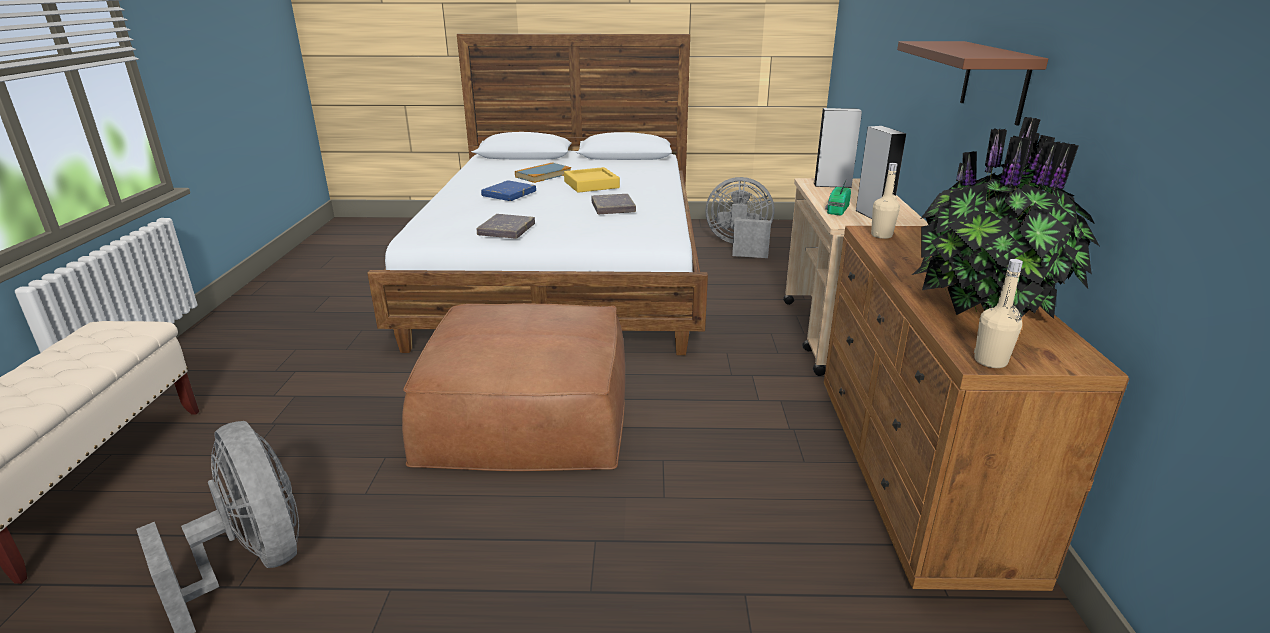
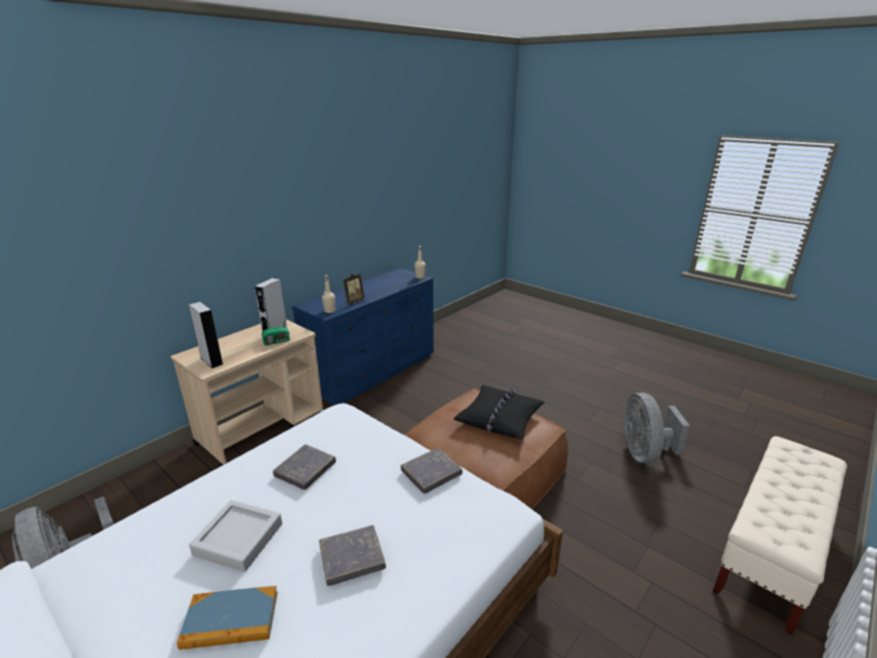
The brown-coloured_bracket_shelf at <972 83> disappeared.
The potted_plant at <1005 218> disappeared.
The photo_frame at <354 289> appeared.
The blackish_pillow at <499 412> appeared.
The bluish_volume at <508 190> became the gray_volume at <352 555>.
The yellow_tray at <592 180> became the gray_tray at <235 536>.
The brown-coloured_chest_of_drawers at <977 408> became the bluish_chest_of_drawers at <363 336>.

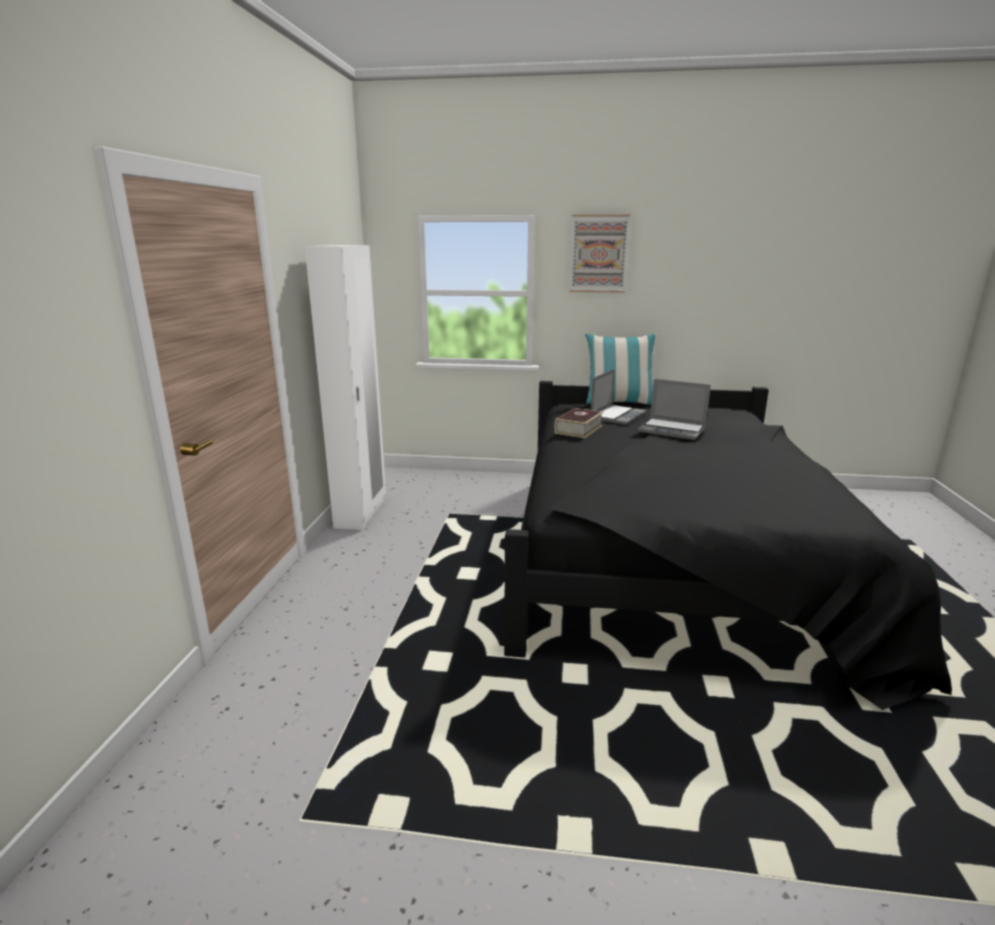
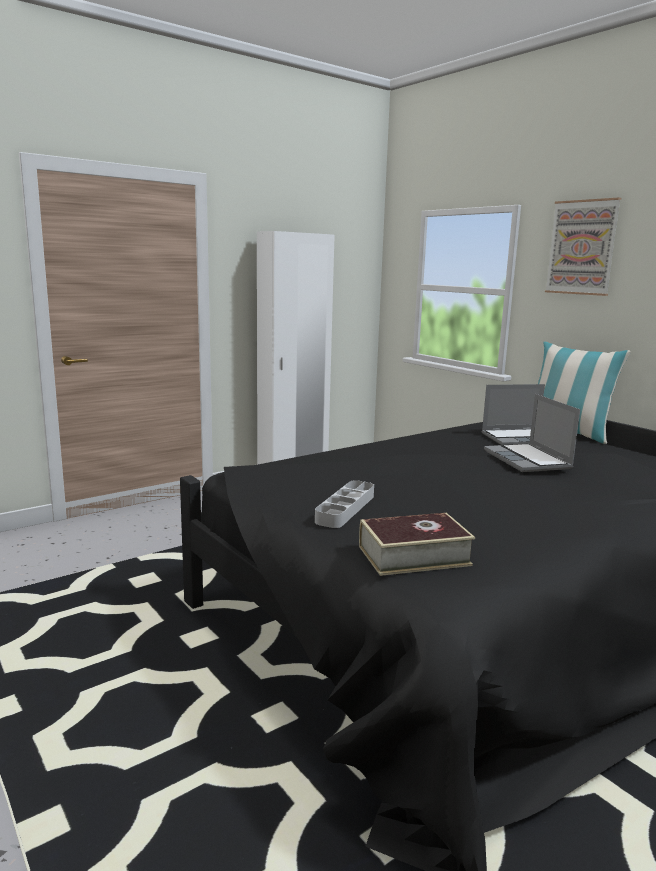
The gray_tray at <344 504> appeared.
The volume moved from <579 423> to <417 544>.

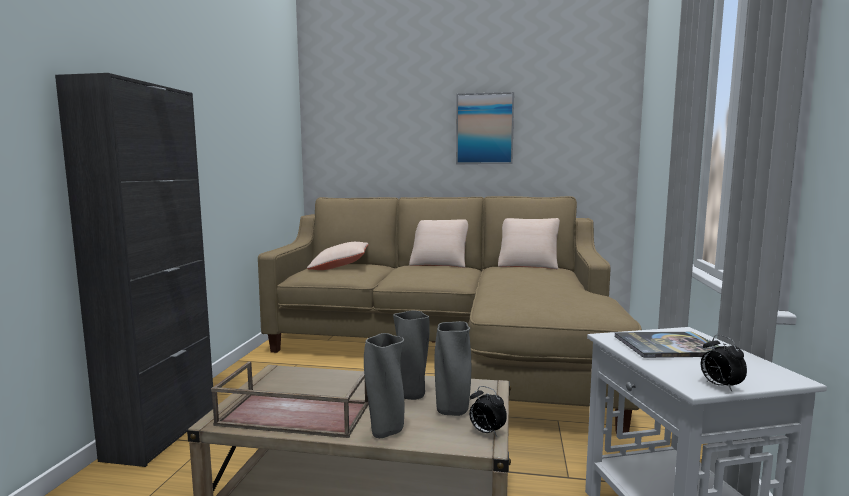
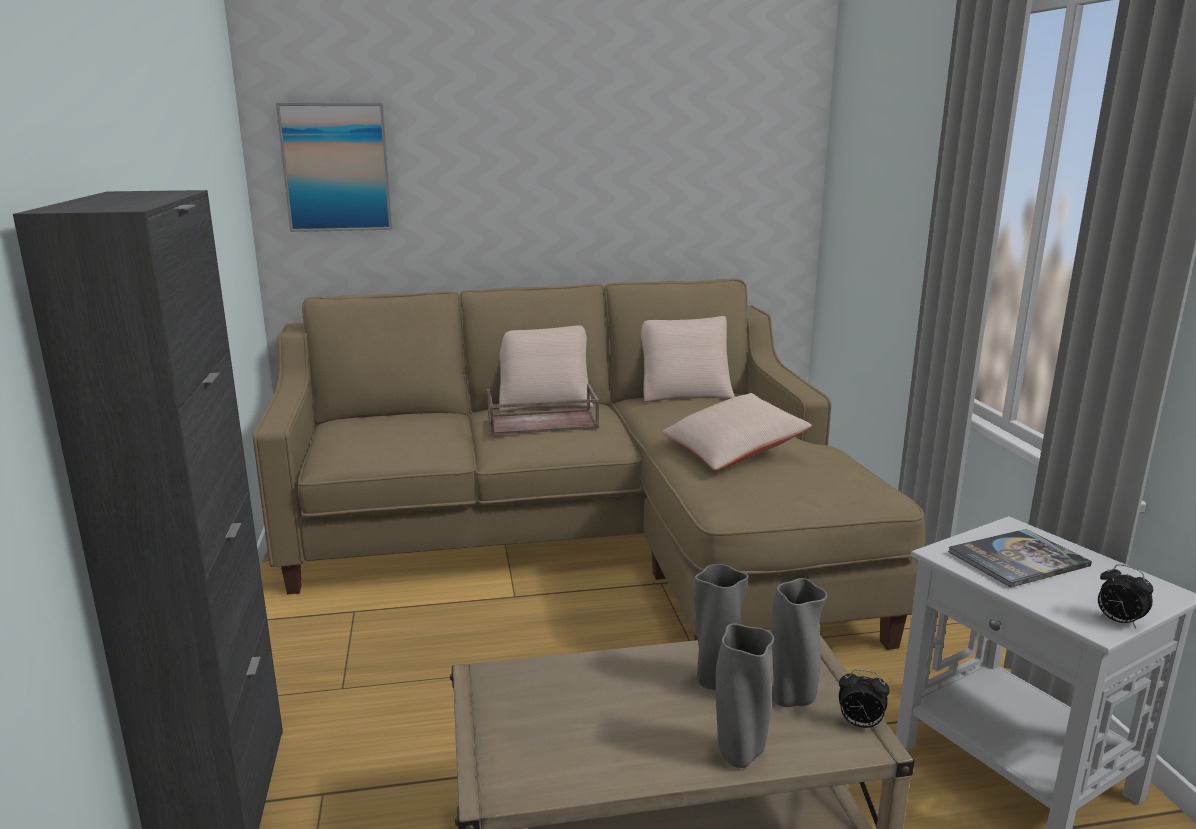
The brown-coloured_tray moved from <290 400> to <543 409>.
The sand-coloured_pillow moved from <337 256> to <737 432>.
The wall_art moved from <485 128> to <334 167>.

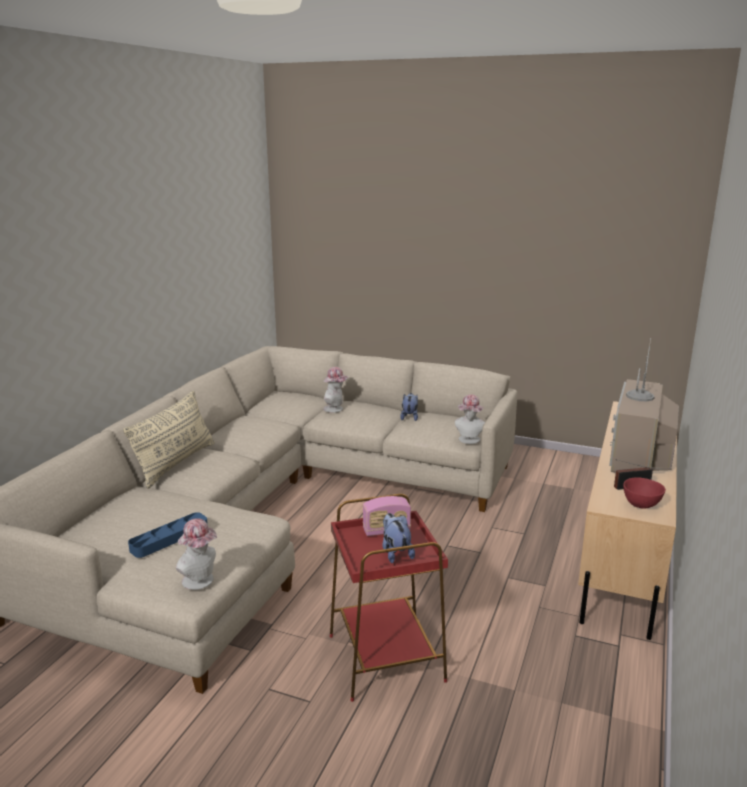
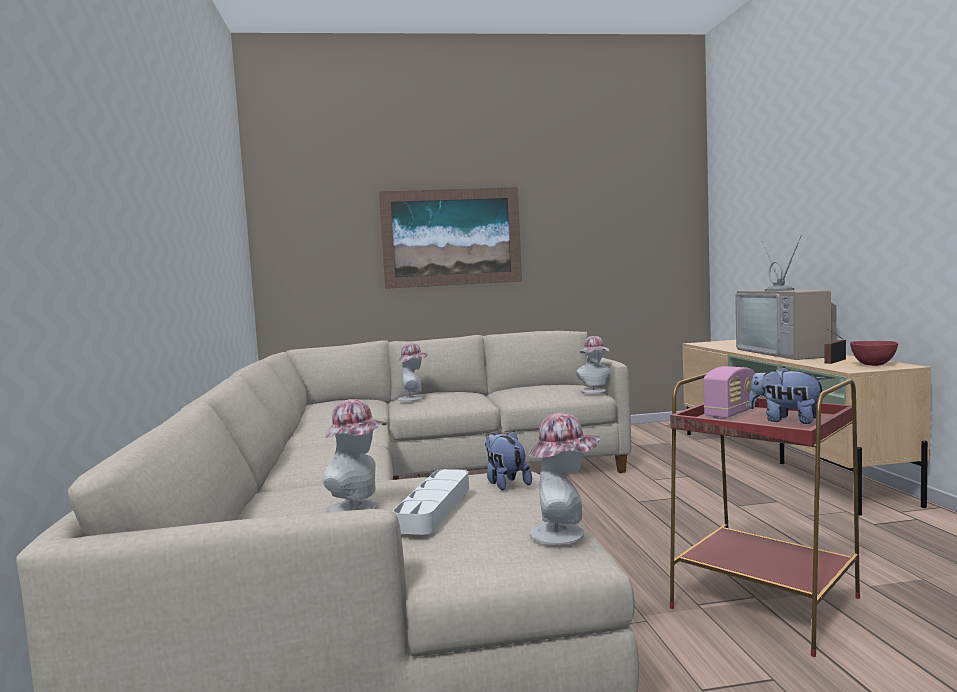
The sand-coloured_pillow at <169 439> disappeared.
The hat at <355 455> appeared.
The wall_art at <450 238> appeared.
The soft_toy moved from <409 407> to <508 460>.
The bluish_tray at <168 535> became the white_tray at <431 502>.

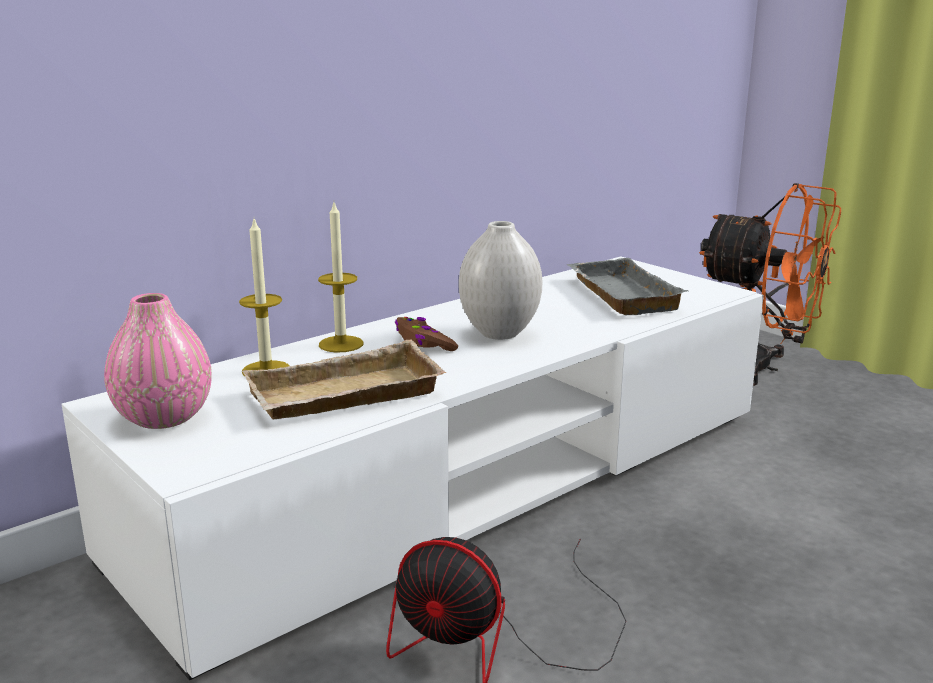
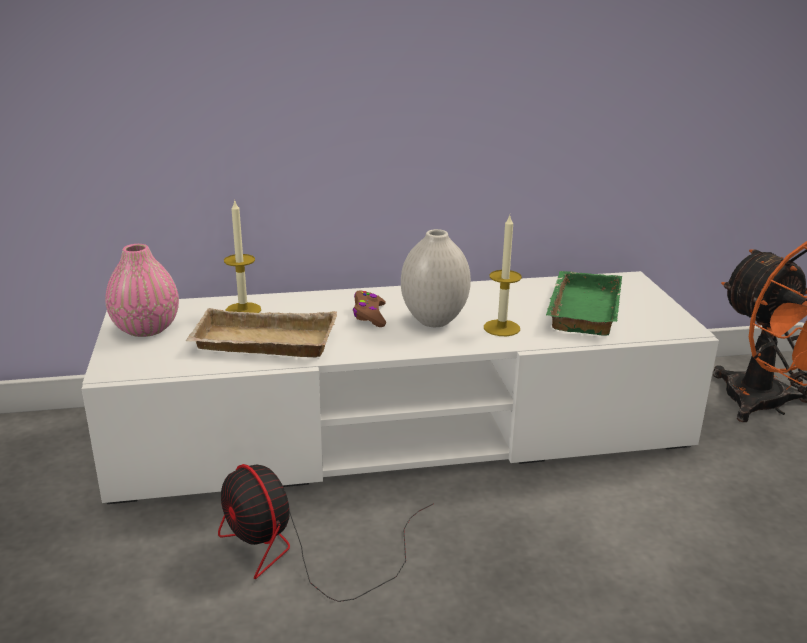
The wax_light moved from <340 277> to <503 276>.
The gray_tray at <627 286> became the green_tray at <584 303>.

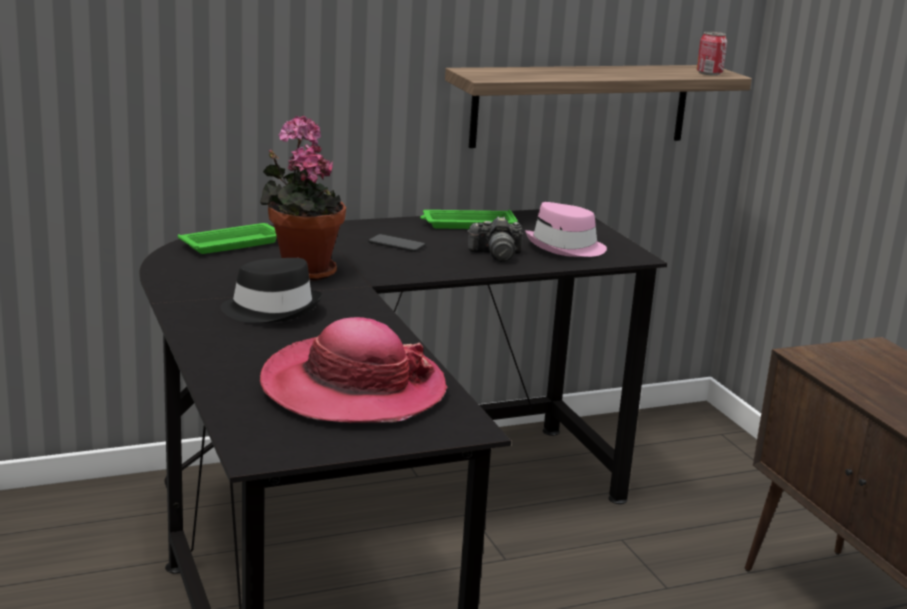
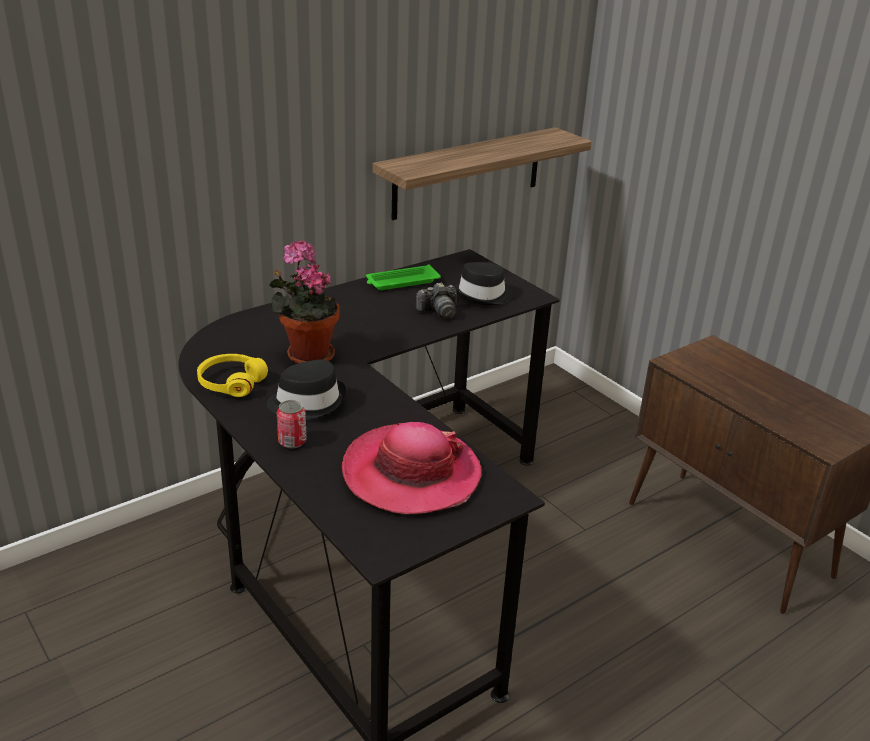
The green_tray at <227 238> disappeared.
The handset at <397 243> disappeared.
The yellow_headset at <232 375> appeared.
The metal_can moved from <712 54> to <292 424>.
The pink_hat at <566 229> became the blackish_hat at <483 283>.

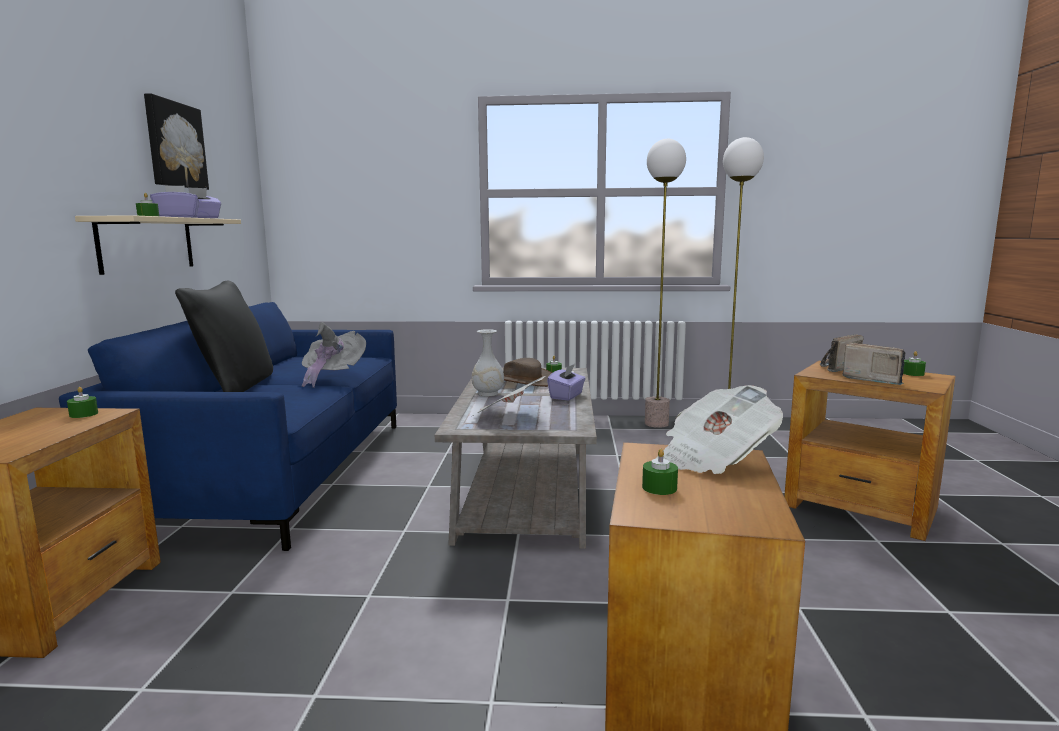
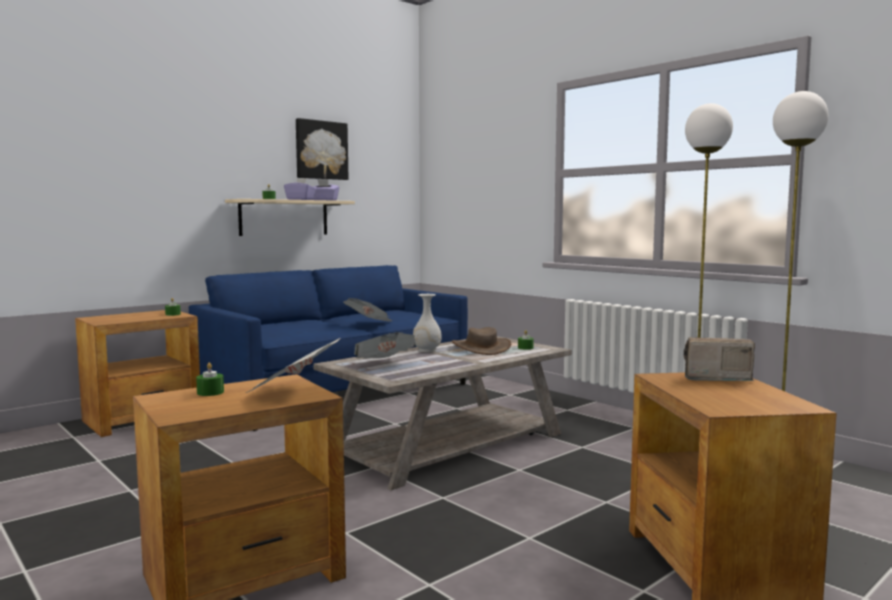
The blackish_pillow at <224 336> disappeared.
The purplish_box_of_tissues at <566 382> disappeared.
The radio at <873 363> disappeared.
The green_wax_light at <914 363> disappeared.
The gray_hat at <334 355> was replaced by the printed_paper at <368 309>.

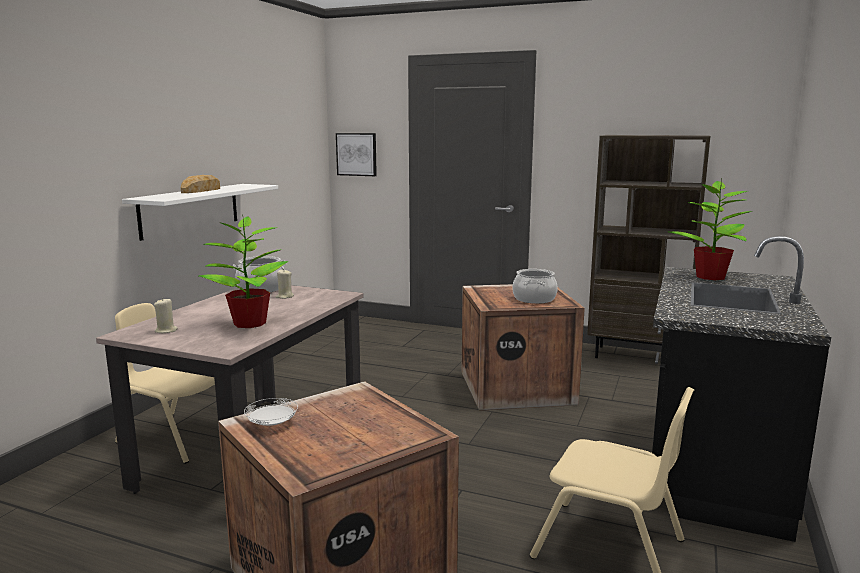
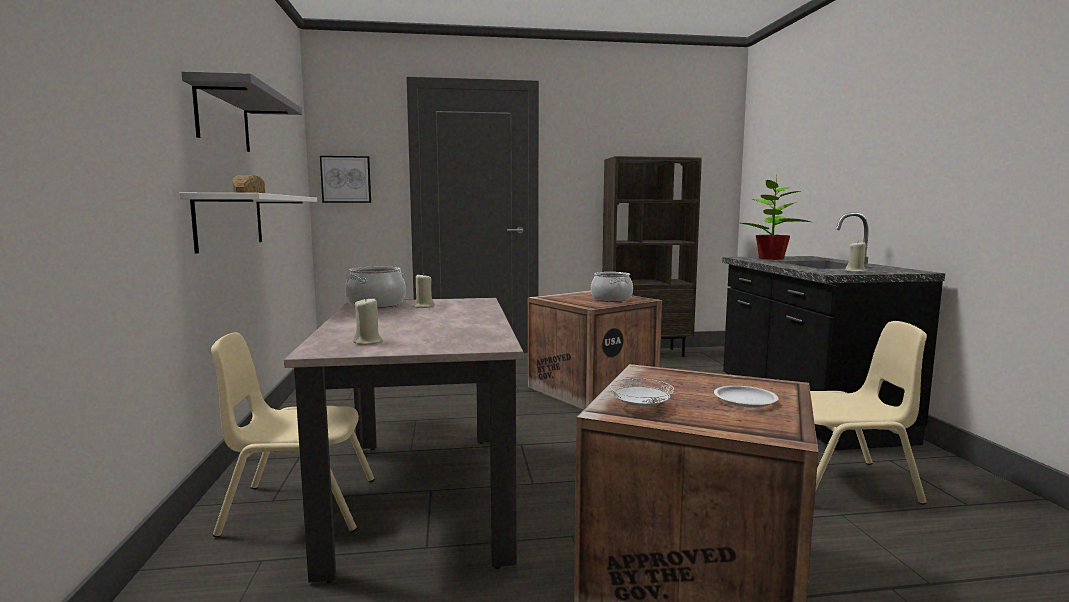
The potted_plant at <243 271> disappeared.
The gray_bracket_shelf at <241 111> appeared.
The white_flat_dish at <746 396> appeared.
The sand-coloured_wax_light at <856 257> appeared.

